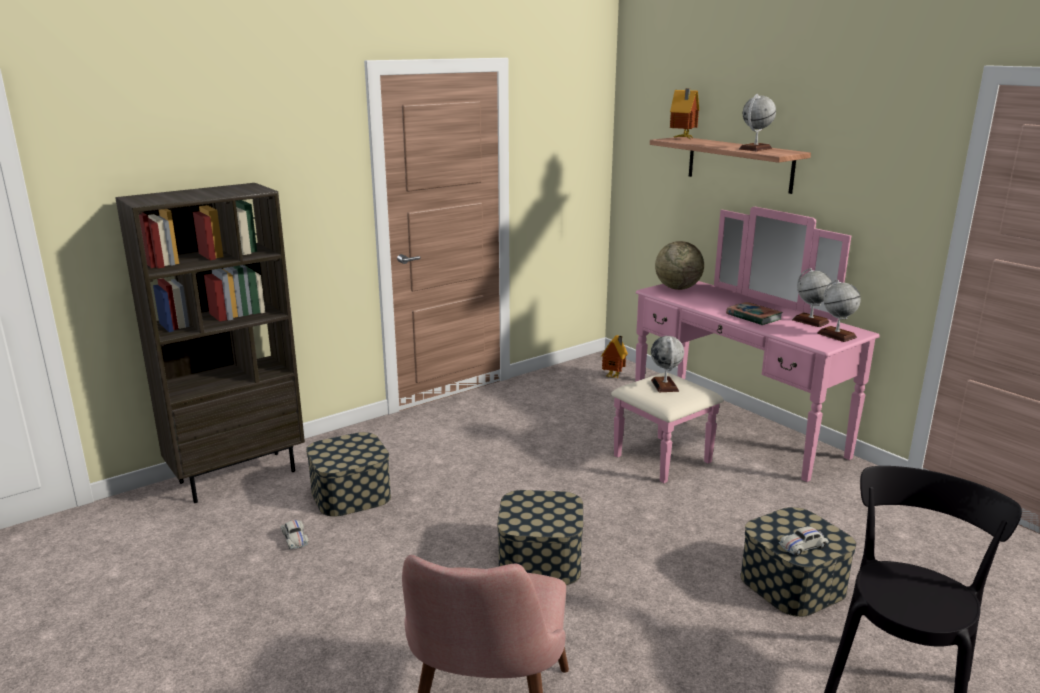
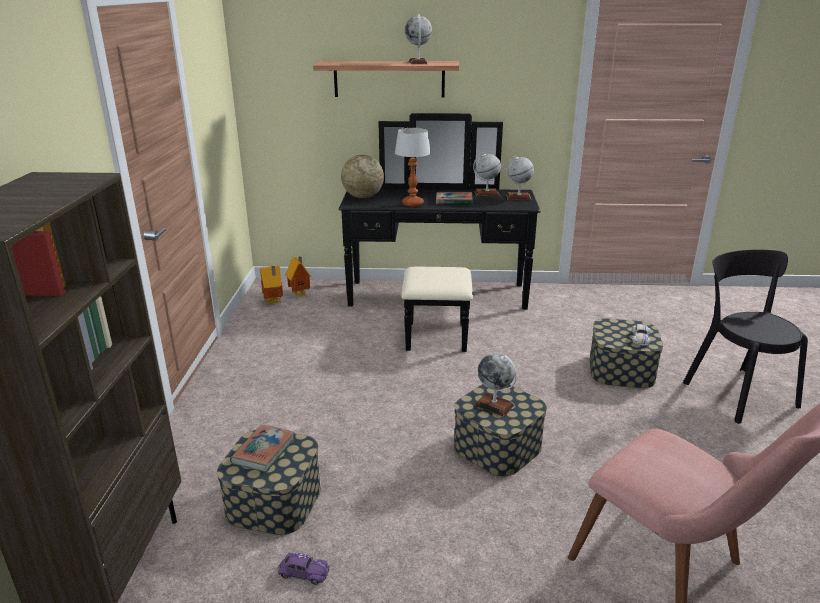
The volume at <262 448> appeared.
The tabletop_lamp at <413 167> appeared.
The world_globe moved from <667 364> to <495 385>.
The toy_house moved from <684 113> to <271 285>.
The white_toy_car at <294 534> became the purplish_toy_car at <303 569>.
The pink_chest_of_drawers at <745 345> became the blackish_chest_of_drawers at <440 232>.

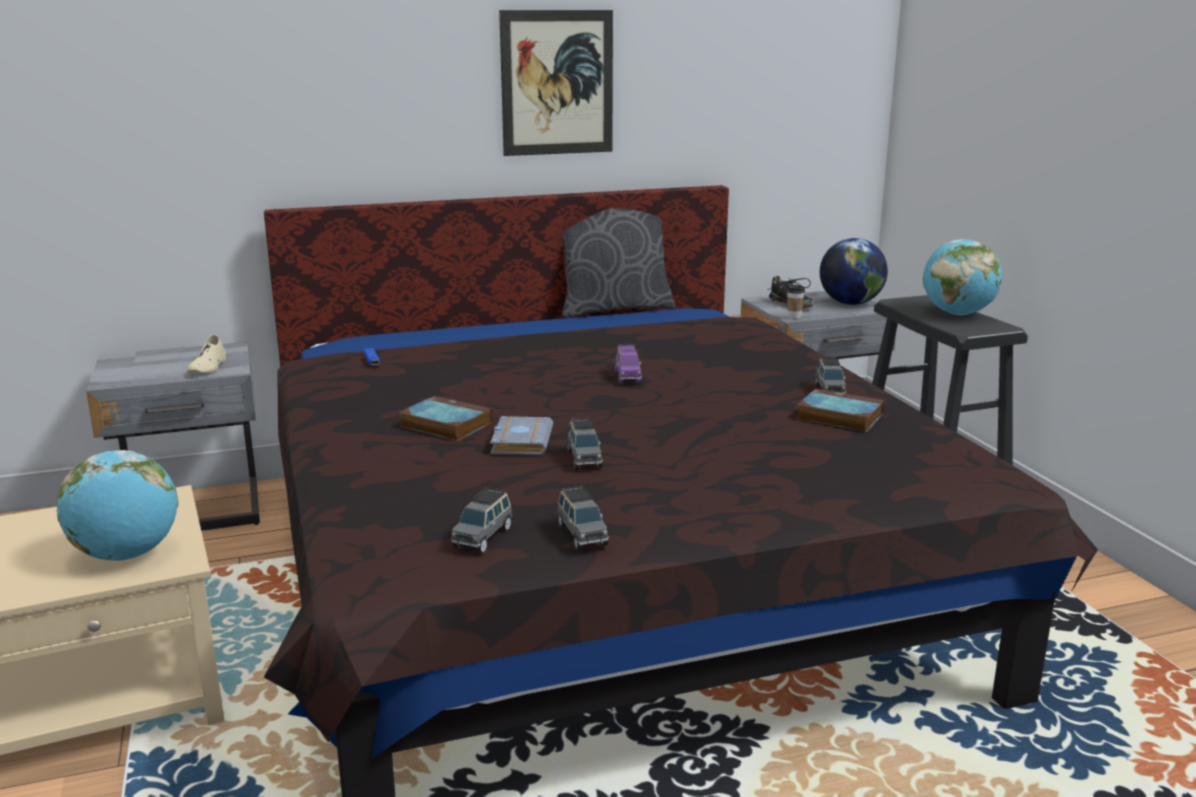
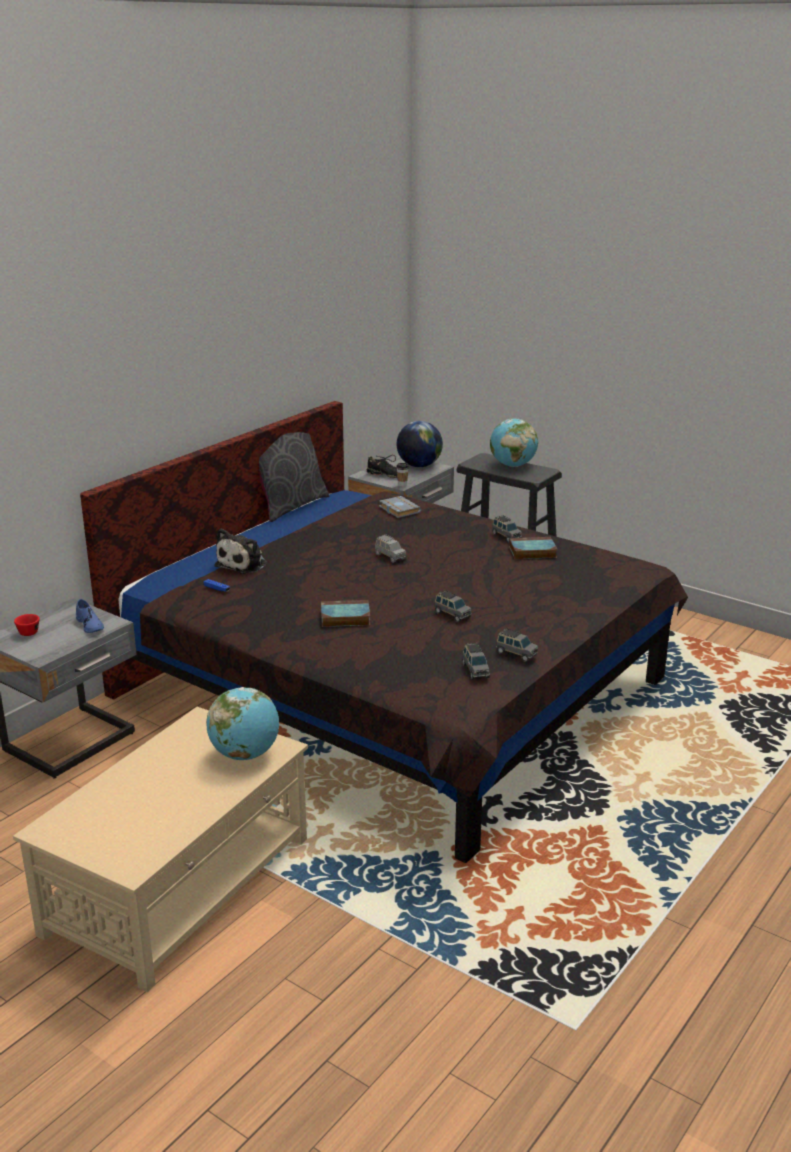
The wall_art at <556 83> disappeared.
The red_small_cup at <27 625> appeared.
The soft_toy at <240 551> appeared.
The gray_volume moved from <521 435> to <400 507>.
The sand-coloured_shoe at <206 353> became the bluish_shoe at <90 616>.
The purplish_toy_car at <628 364> became the gray_toy_car at <390 548>.

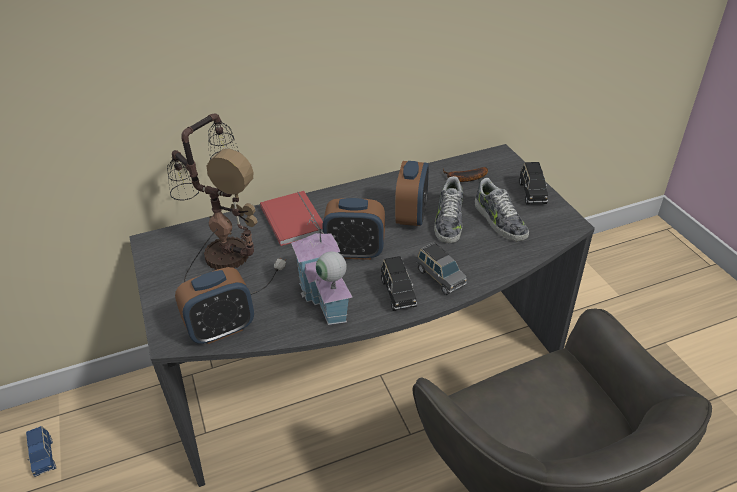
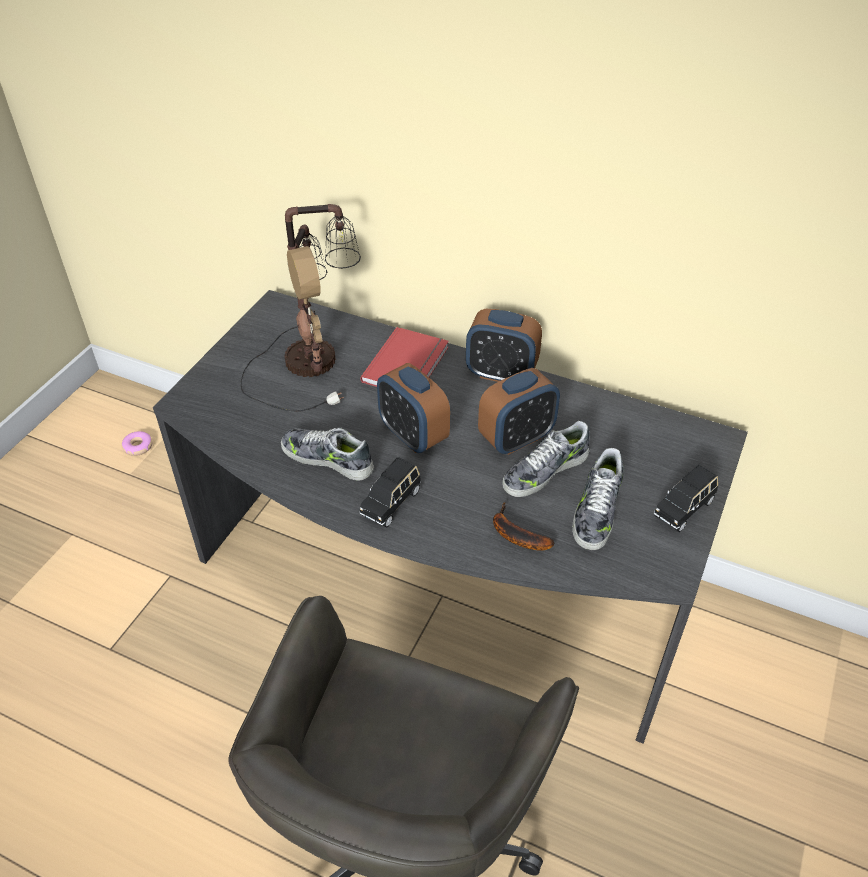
The gray_toy_car at <442 268> disappeared.
The bedside_clock moved from <214 305> to <504 345>.
The banana_fruit moved from <465 174> to <523 526>.
The bluish_toy_car at <41 451> was replaced by the doughnut at <137 443>.
The toy_house at <321 270> was replaced by the shoe at <327 454>.

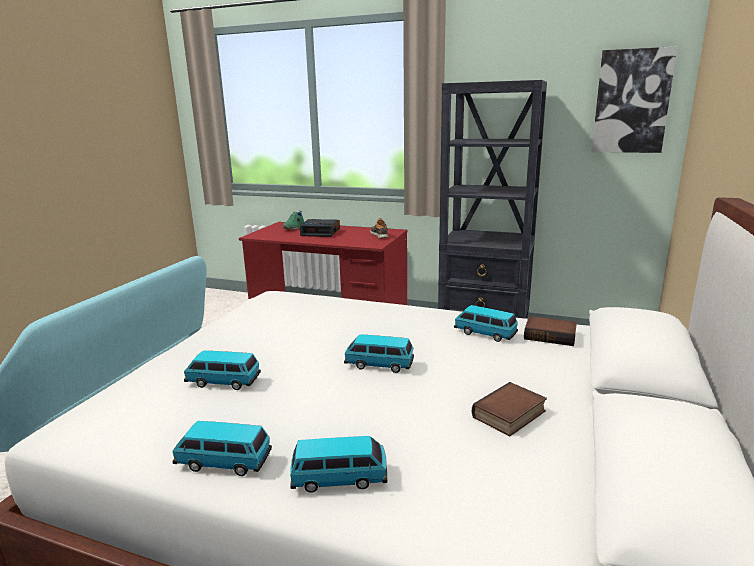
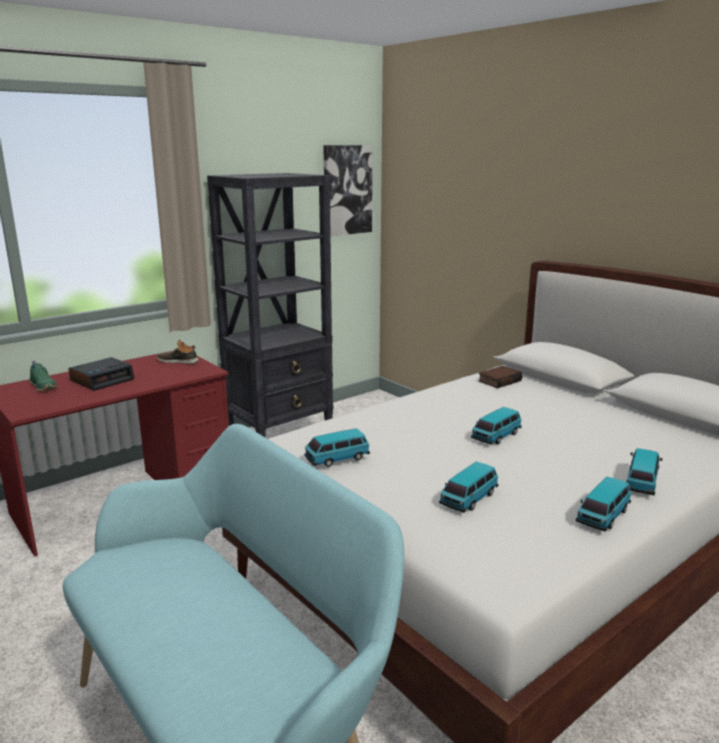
The volume at <509 409> disappeared.
The toy_car moved from <486 323> to <337 447>.

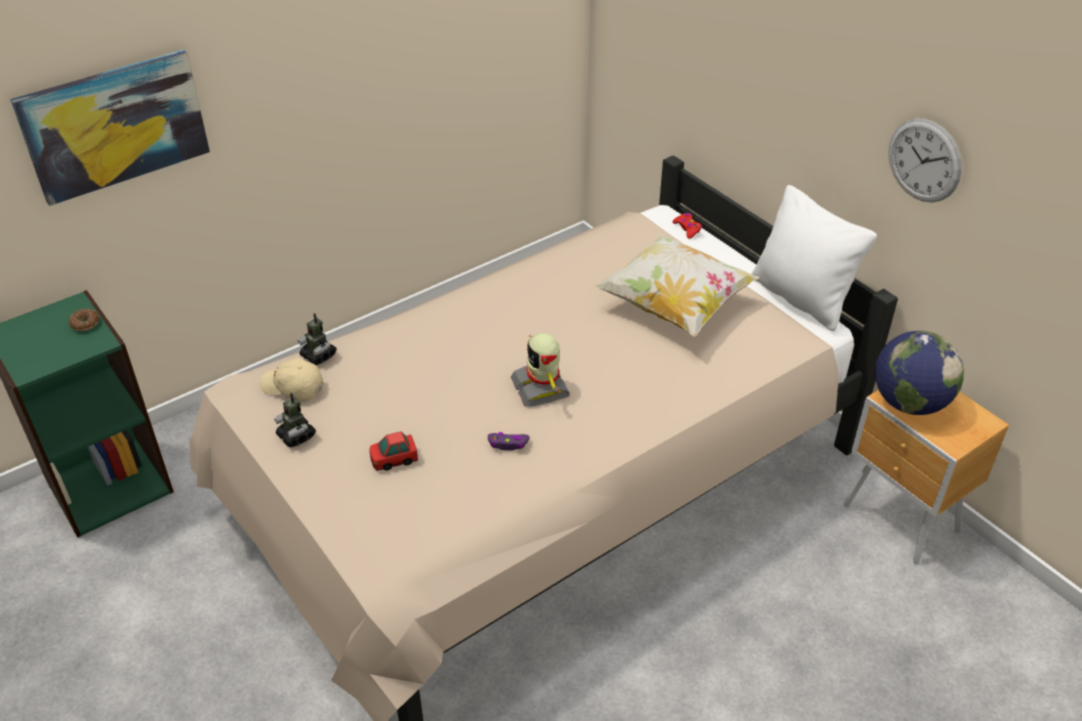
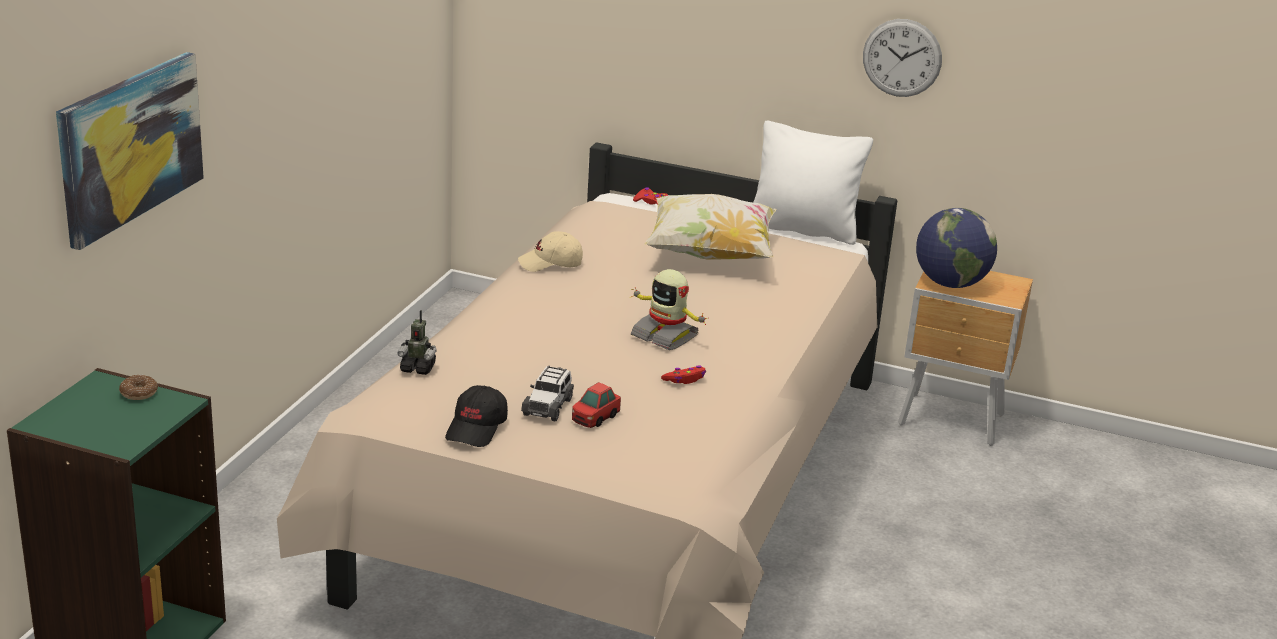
The toy_car at <547 393> appeared.
The sand-coloured_cap moved from <292 379> to <550 251>.
The toy_robot at <295 420> was replaced by the blackish_cap at <476 416>.
The purplish_game_controller at <509 441> became the red_game_controller at <683 374>.

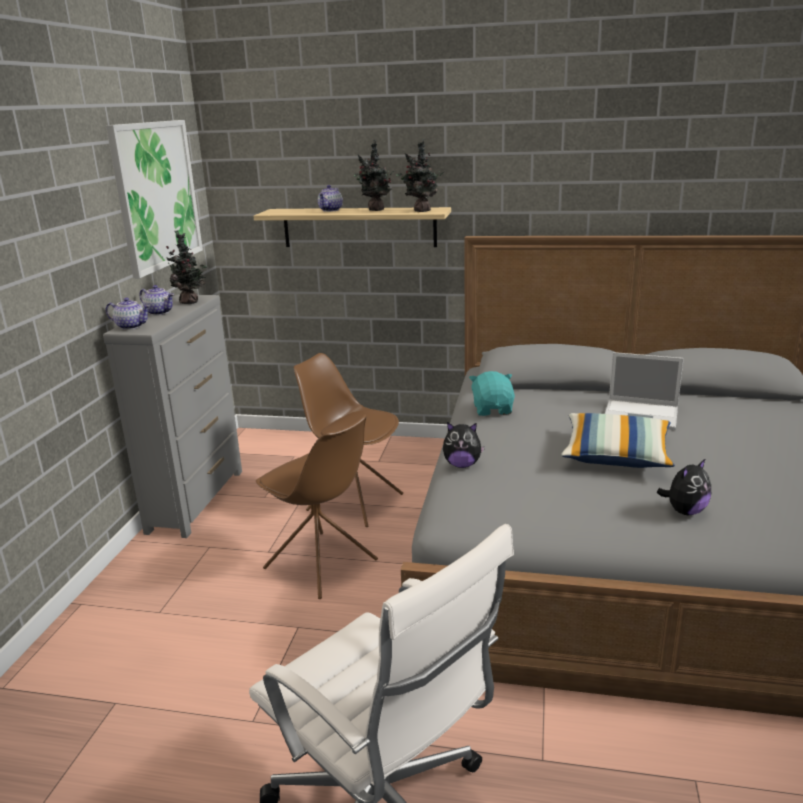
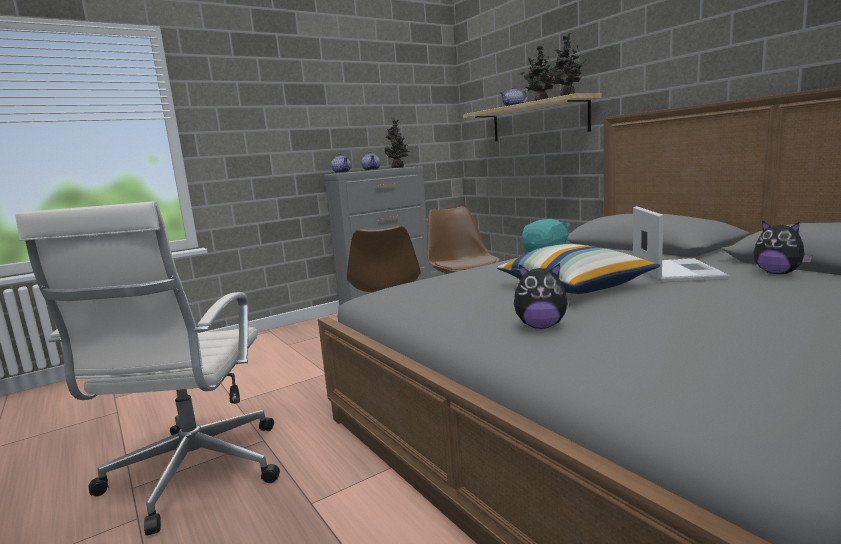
The wall_art at <154 199> disappeared.
The soft_toy moved from <464 445> to <783 247>.
The notebook_computer at <644 391> turned 150 degrees counterclockwise.

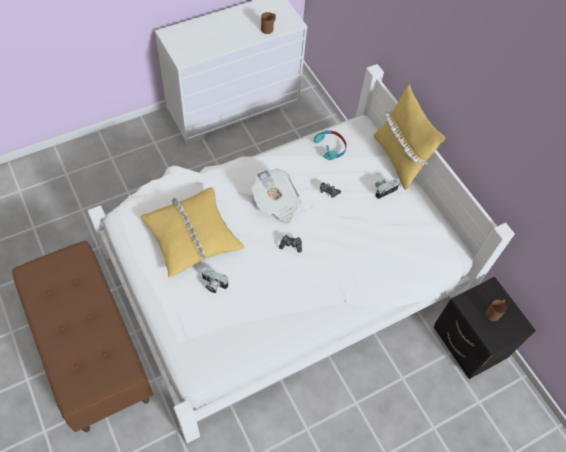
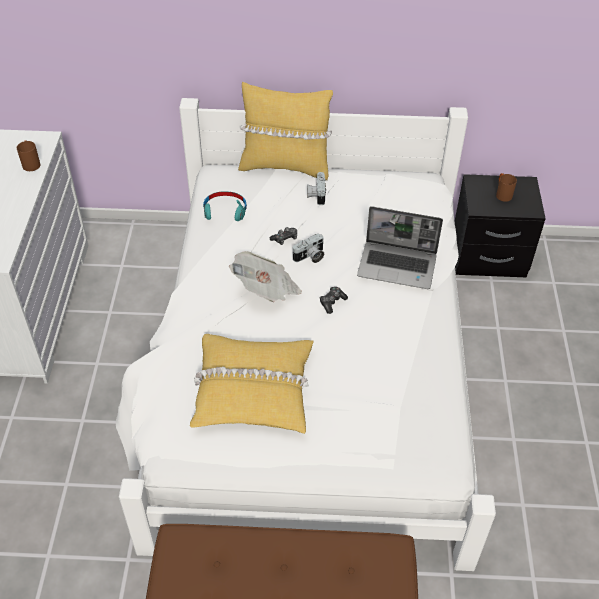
The notebook_computer at <400 247> appeared.
The still_camera moved from <215 280> to <308 248>.

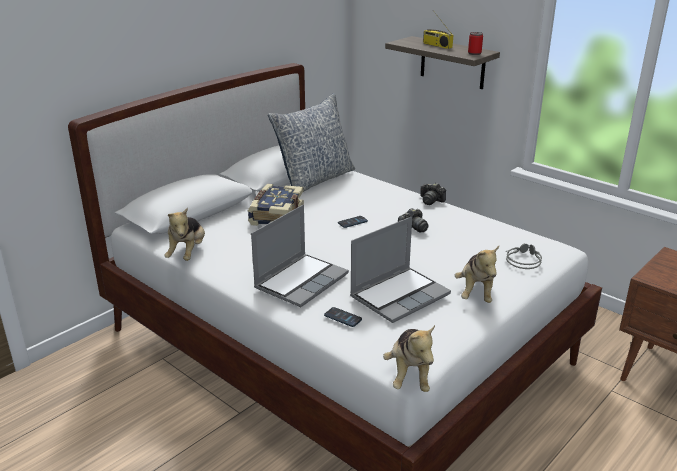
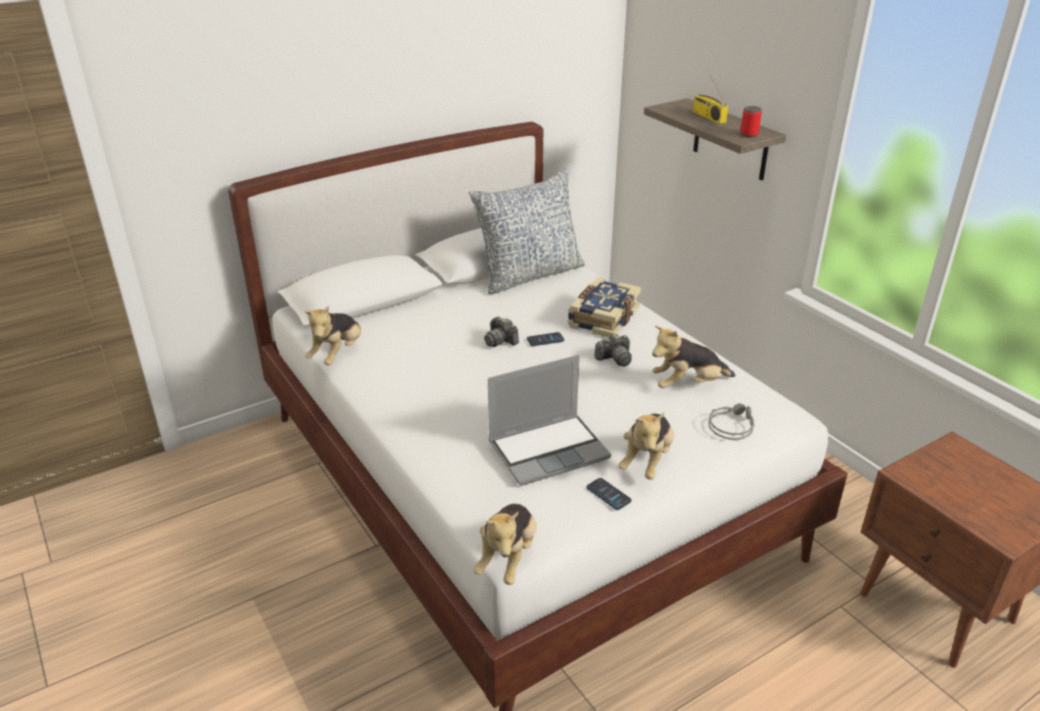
The notebook_computer at <300 256> disappeared.
The soft_toy at <693 357> appeared.
The volume moved from <276 205> to <604 307>.
The handset moved from <343 317> to <608 494>.
The still_camera moved from <433 194> to <501 332>.

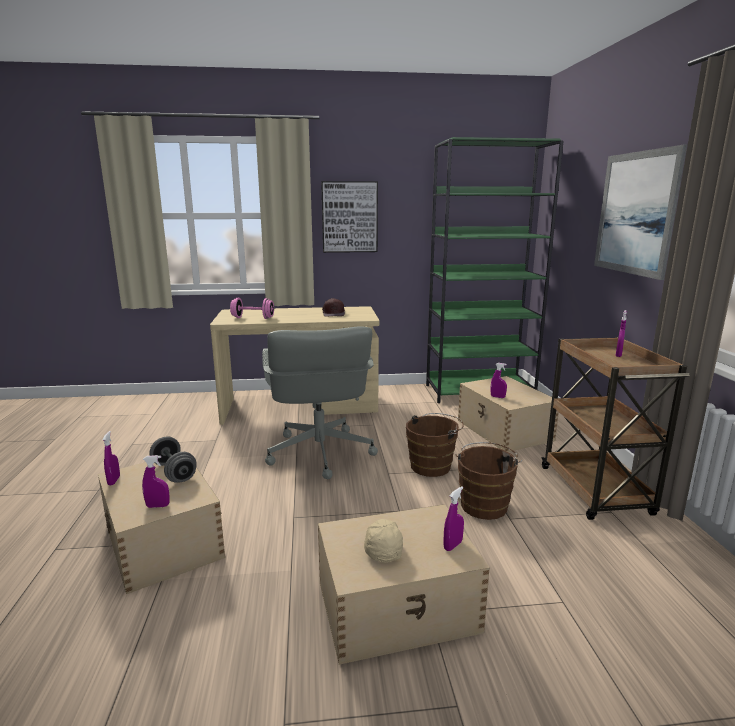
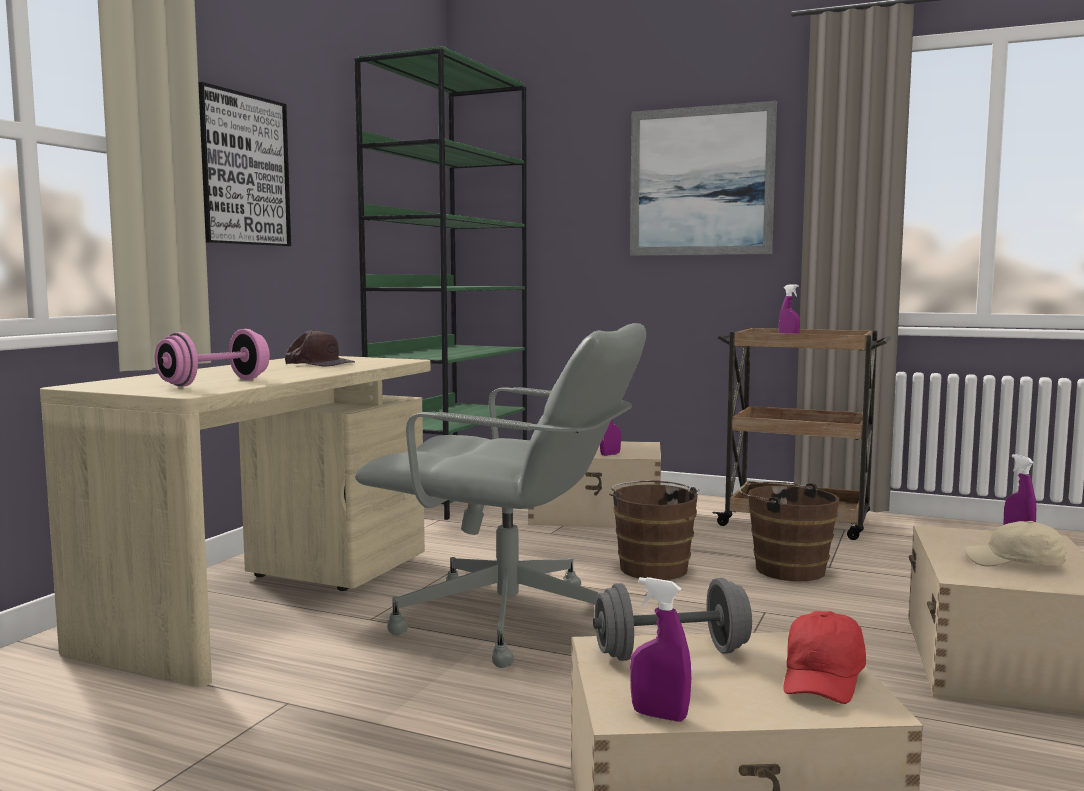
The purplish_spray_bottle at <156 481> was replaced by the red_cap at <824 657>.

